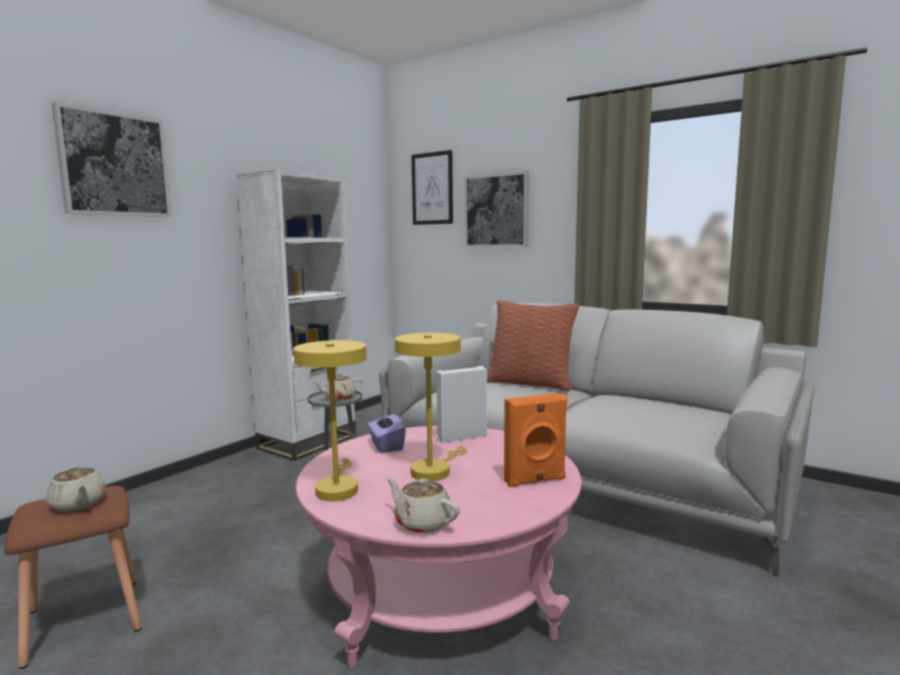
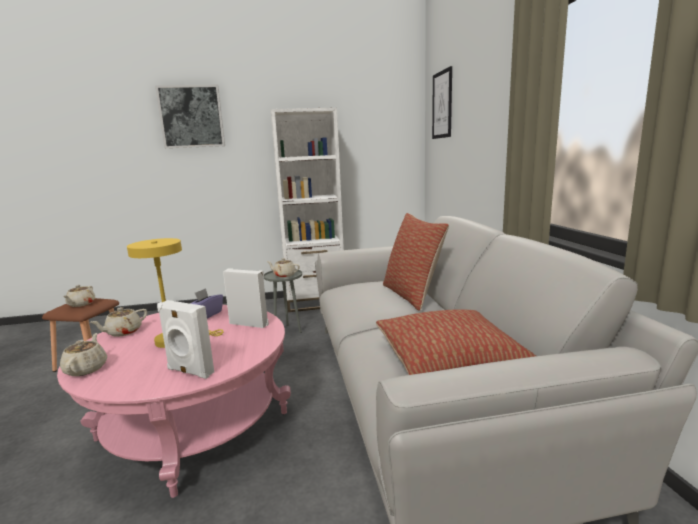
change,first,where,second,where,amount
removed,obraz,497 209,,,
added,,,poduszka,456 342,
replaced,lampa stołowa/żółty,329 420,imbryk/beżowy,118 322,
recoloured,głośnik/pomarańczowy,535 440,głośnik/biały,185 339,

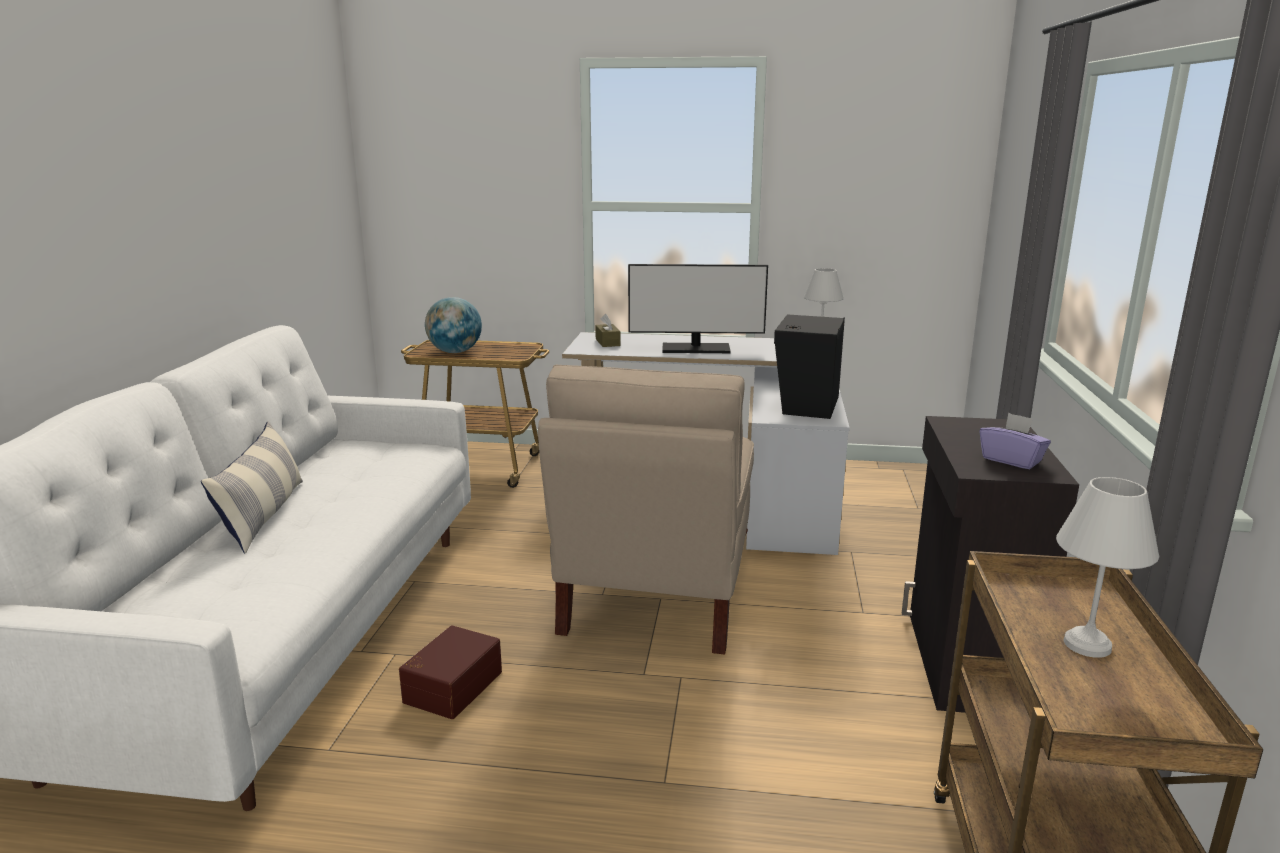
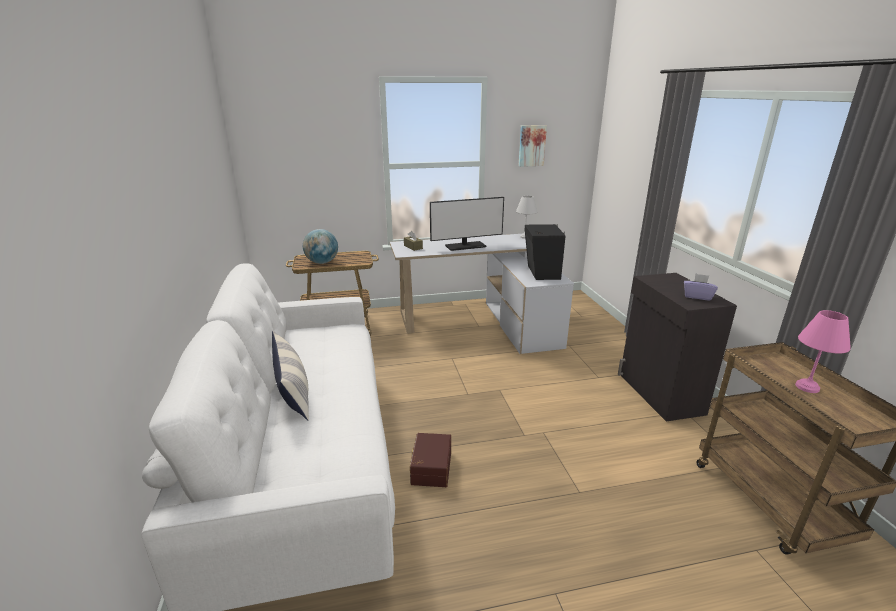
change,first,where,second,where,amount
removed,krzesło/beżowy,646 510,,,
added,,,obraz,533 146,
recoloured,lampa stołowa/biały,1107 567,lampa stołowa/różowy,823 351,

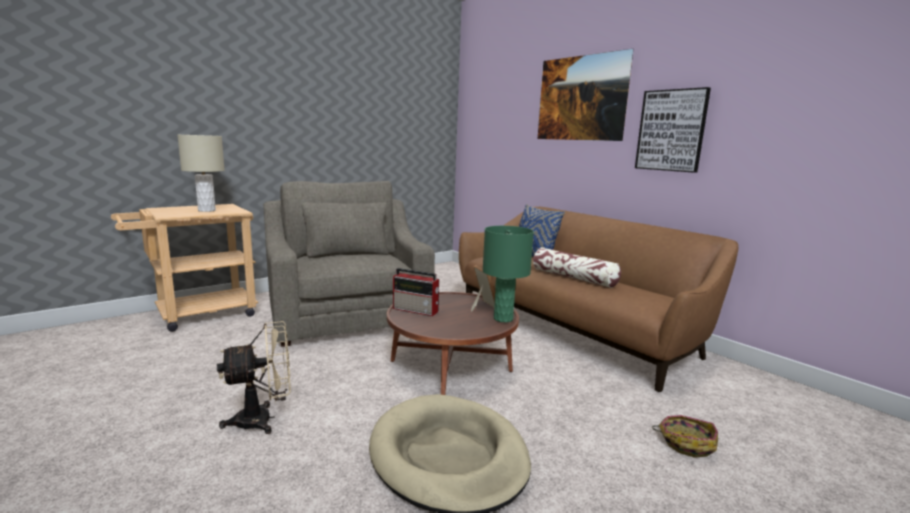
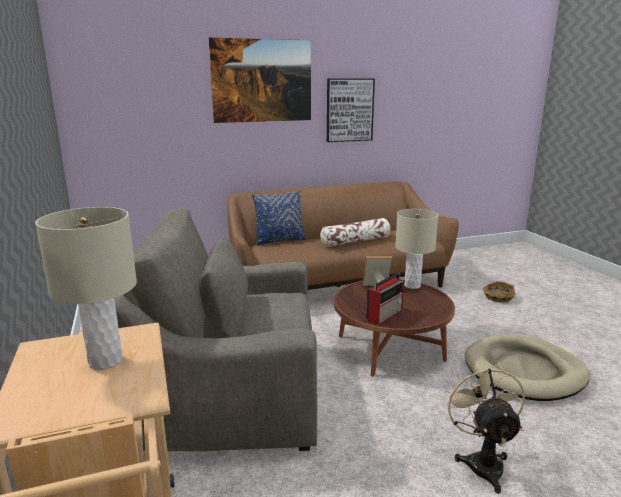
change,first,where,second,where,amount
recoloured,lampa stołowa/zielony,508 274,lampa stołowa/beżowy,416 249,

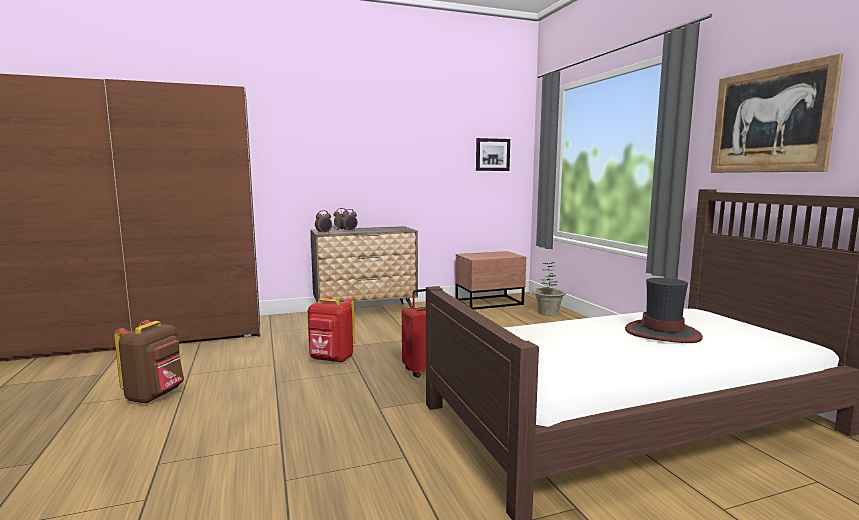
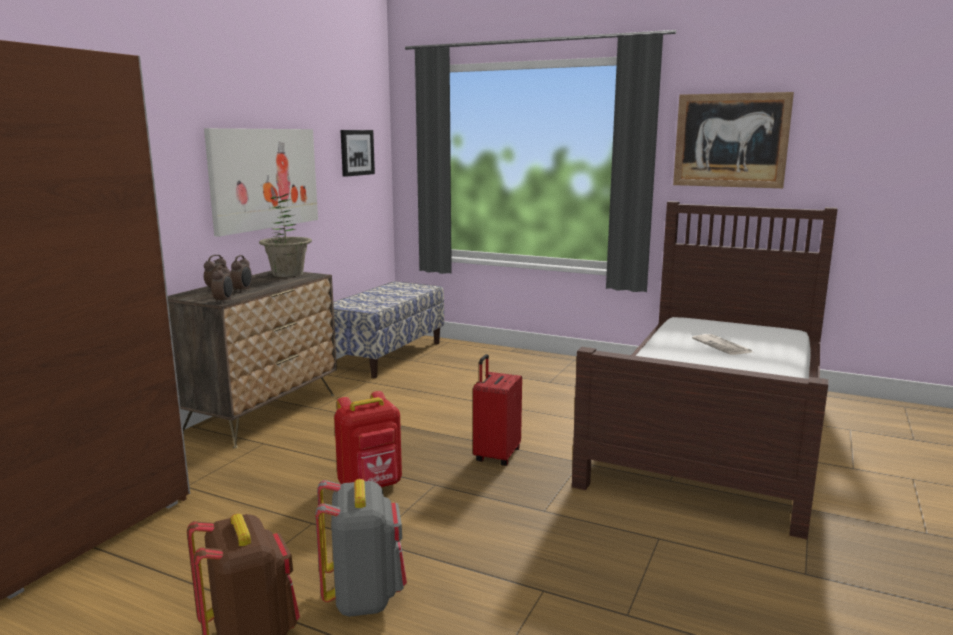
change,first,where,second,where,amount
added,,,obraz,261 182,
added,,,plecak/szary,361 548,
moved,roślina doniczkowa,549 289,,285 235,
replaced,szafka nocna/brązowy,490 280,ławka,388 329,
replaced,kapelusz,664 310,gazeta,722 344,

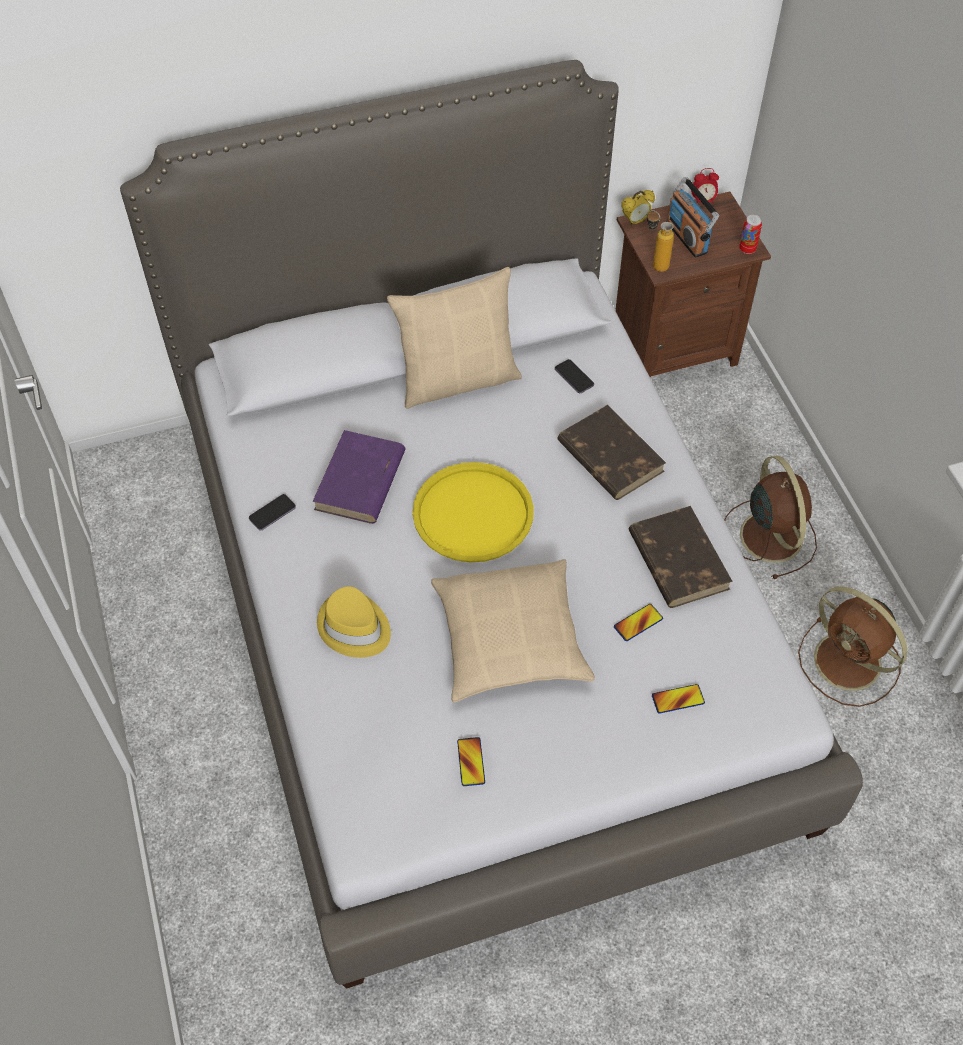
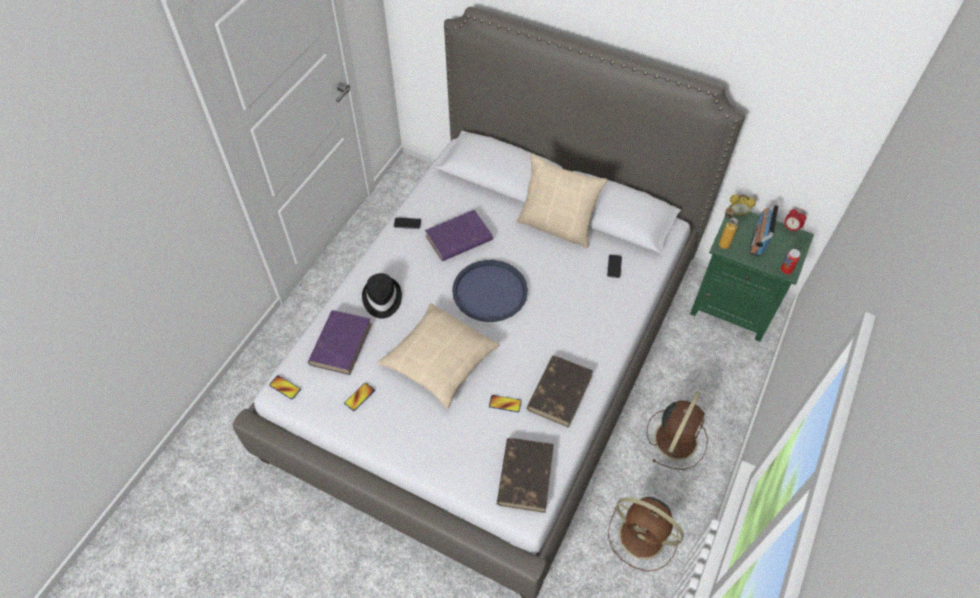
change,first,where,second,where,amount
added,,,książka/fioletowy,340 342,
moved,książka/brązowy,611 452,,525 475,
moved,telefon,678 699,,285 387,
recoloured,kapelusz/żółty,354 622,kapelusz/czarny,382 296,
recoloured,taca/żółty,473 512,taca/niebieski,490 291,
recoloured,szafka nocna/brązowy,693 285,szafka nocna/zielony,752 273,
turned,wentylator/brązowy,852 647,,646 534,60 degrees counterclockwise

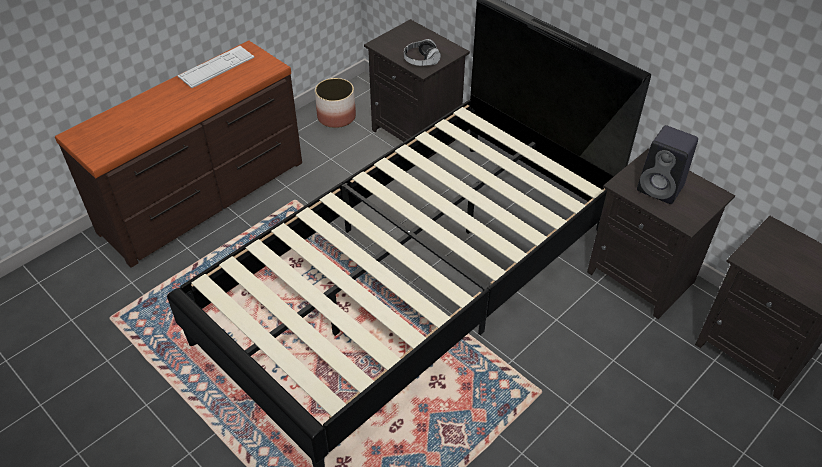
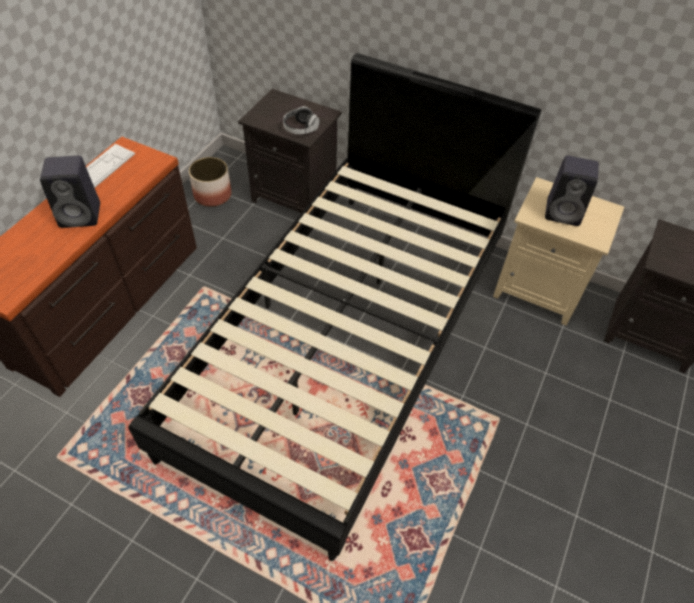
change,first,where,second,where,amount
added,,,głośnik/czarny,70 192,
recoloured,szafka nocna/czarny,661 233,szafka nocna/beżowy,558 251,

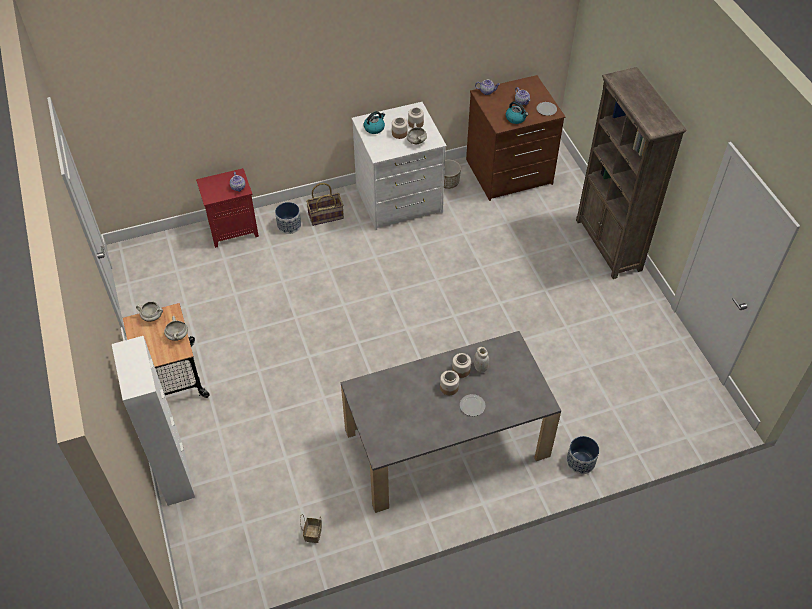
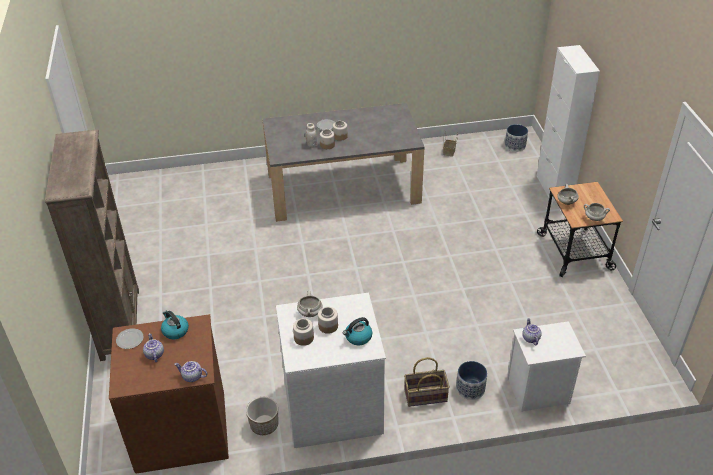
change,first,where,second,where,amount
moved,donica,582 455,,516 138,
recoloured,szafka nocna/czerwony,227 208,szafka nocna/biały,546 366,

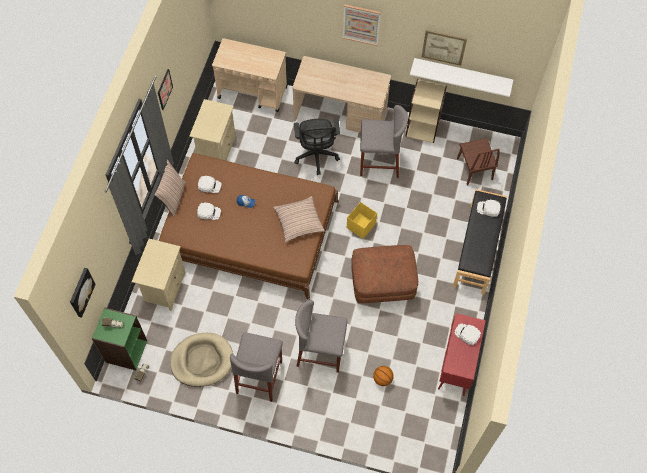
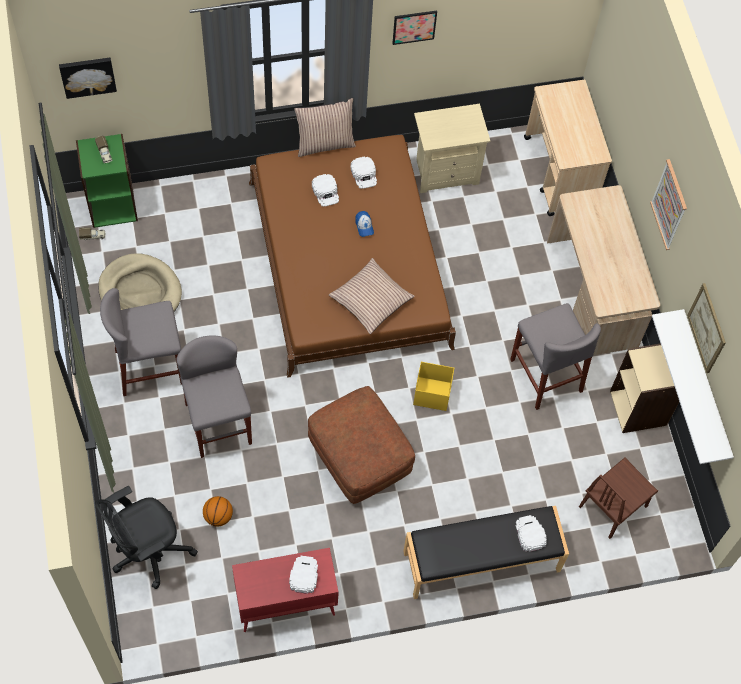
change,first,where,second,where,amount
removed,szafka nocna/beżowy,159 275,,,
moved,krzesło biurowe/czarny,317 147,,146 537,

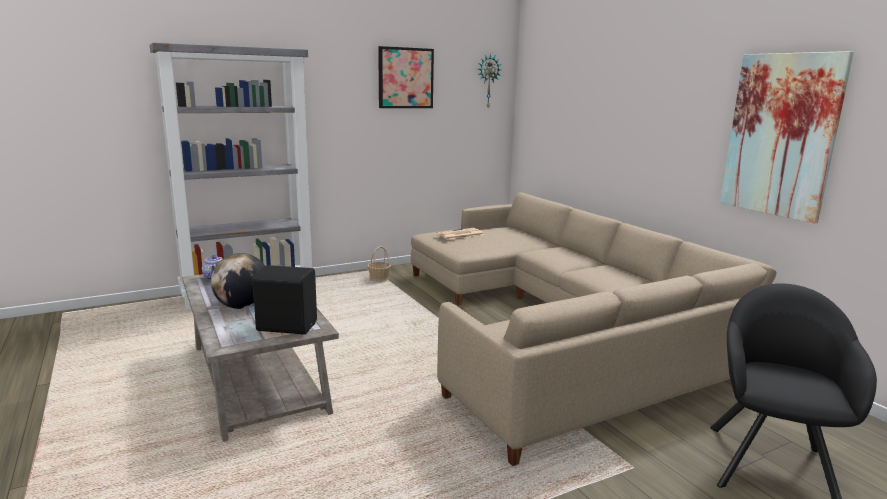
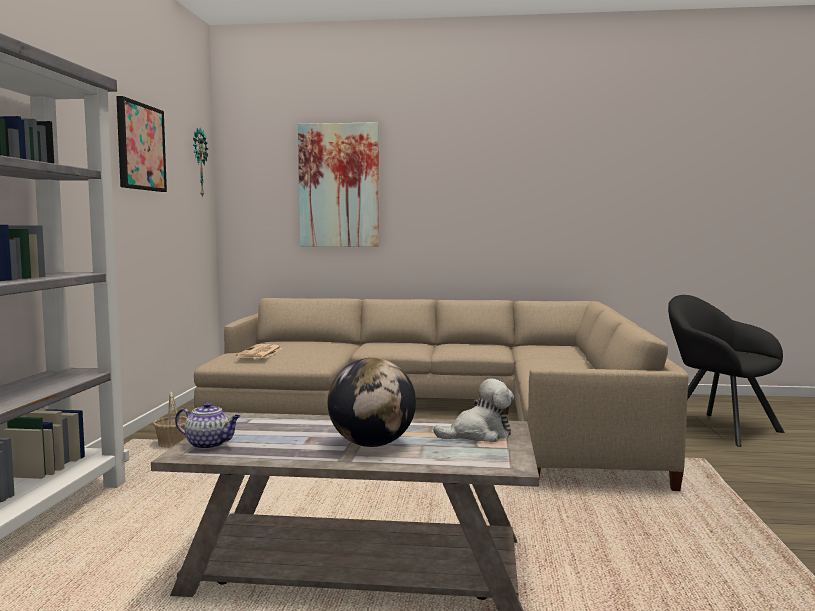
change,first,where,second,where,amount
moved,obraz,787 137,,338 184,
replaced,głośnik/czarny,284 300,pluszak,473 410,

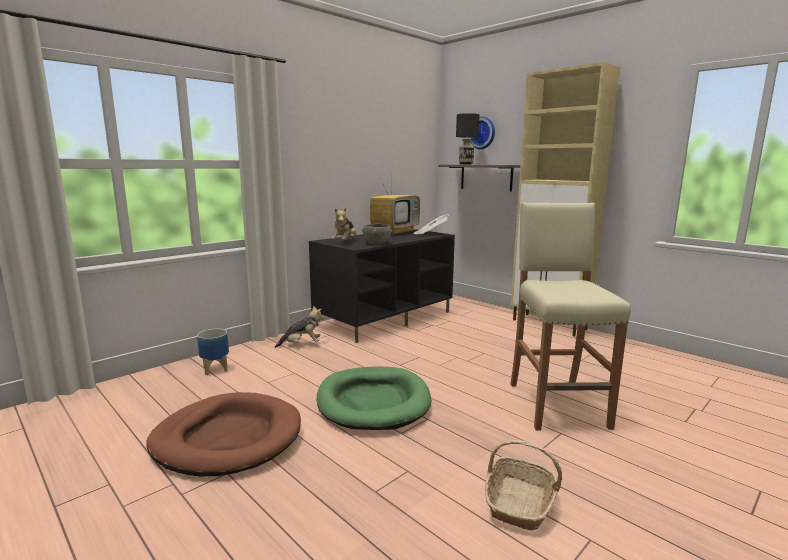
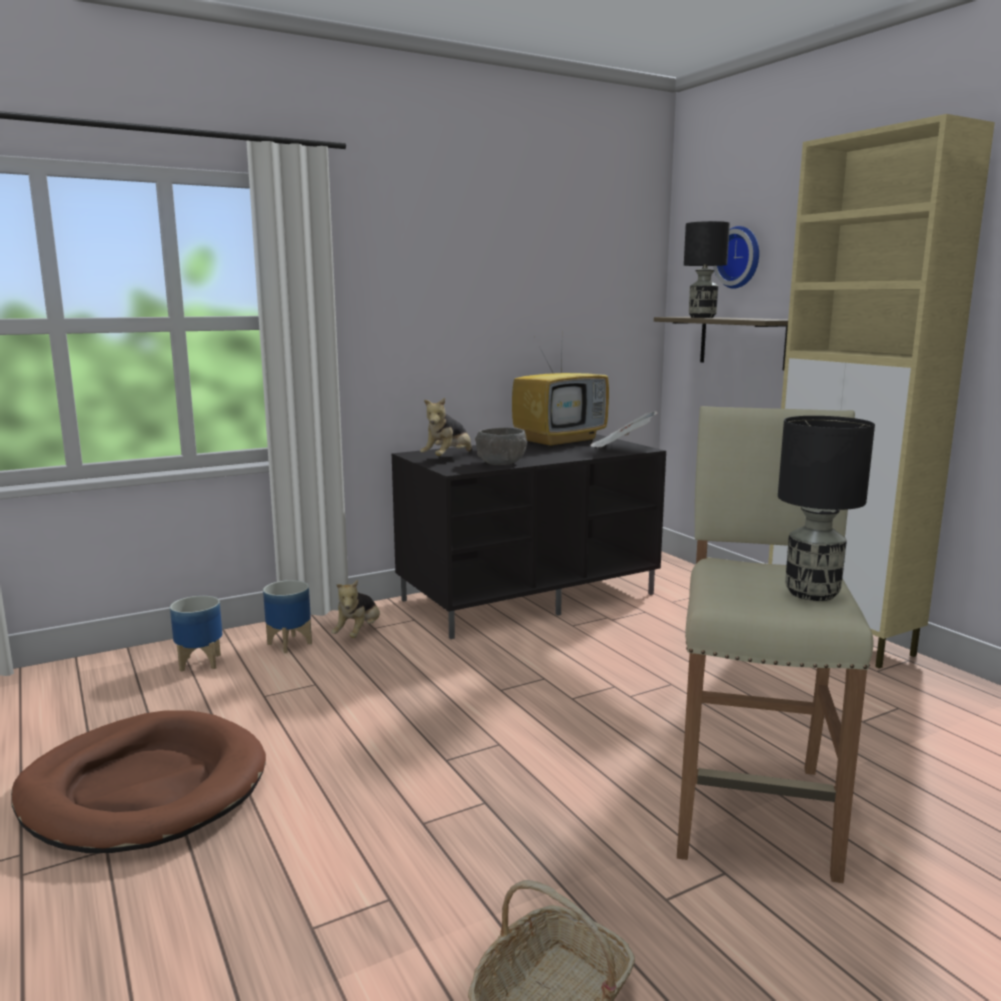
change,first,where,second,where,amount
removed,legowisko/zielony,374 398,,,
added,,,donica,287 616,
added,,,lampa stołowa/czarny,826 508,
turned,pluszak,299 326,,355 609,105 degrees clockwise

